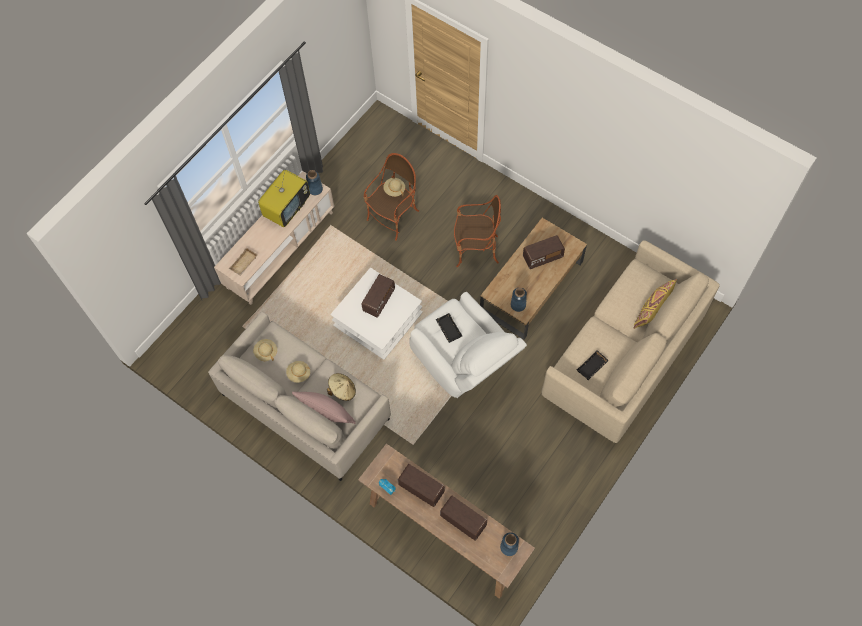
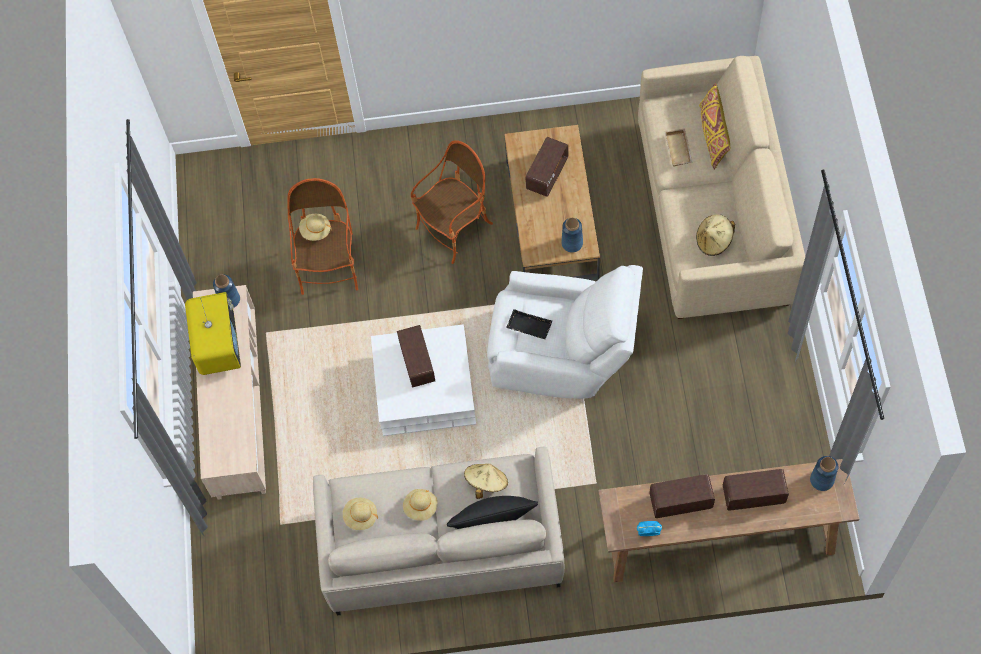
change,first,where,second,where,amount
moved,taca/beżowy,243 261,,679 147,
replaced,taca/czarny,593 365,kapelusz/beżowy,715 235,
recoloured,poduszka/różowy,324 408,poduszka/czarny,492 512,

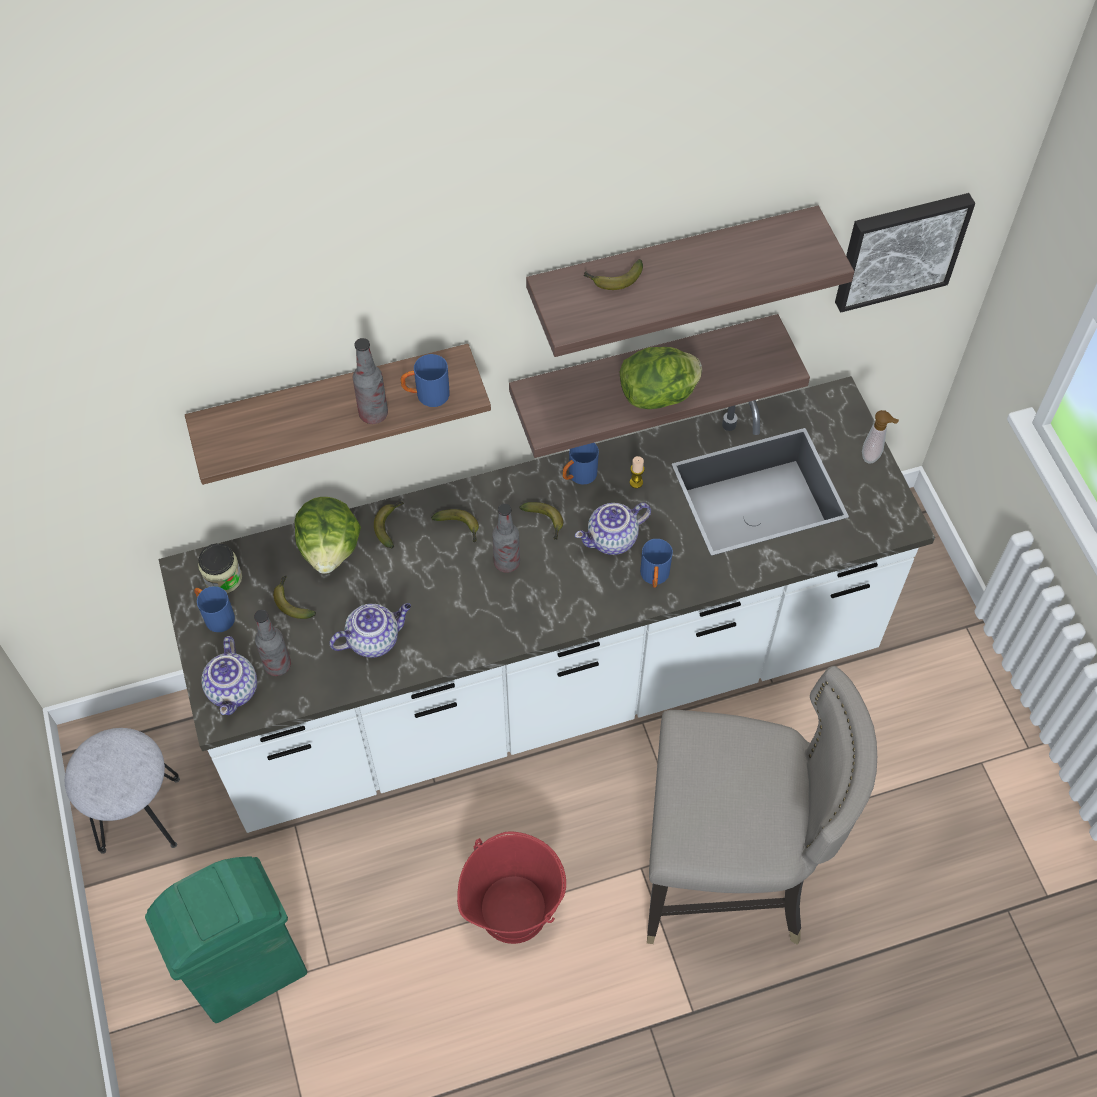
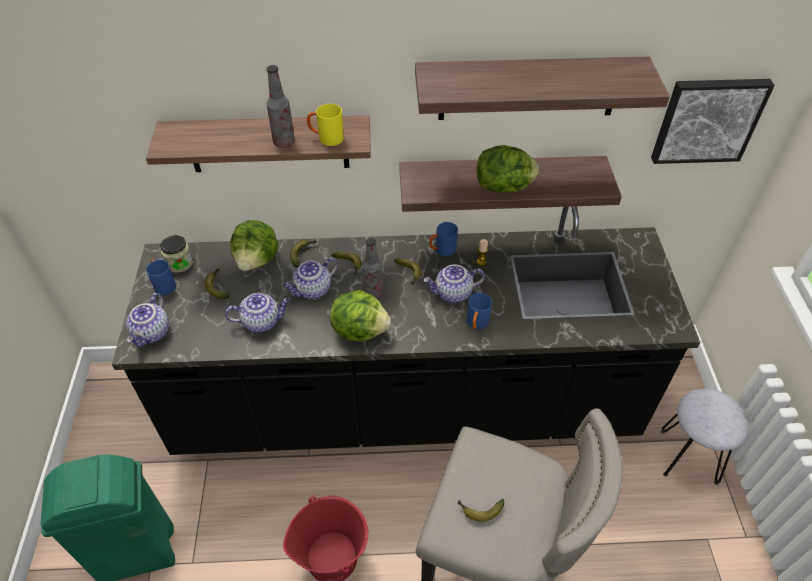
change,first,where,second,where,amount
removed,butelka,272 643,,,
removed,dozownik mydła,880 436,,,
added,,,imbryk,310 278,
added,,,sałata,360 316,
moved,stołek/szary,122 791,,705 437,
moved,banan,613 274,,480 510,
recoloured,zabudowa kuchenna/biały,547 604,zabudowa kuchenna/czarny,406 330,
recoloured,kubek/niebieski,425 380,kubek/żółty,325 125,

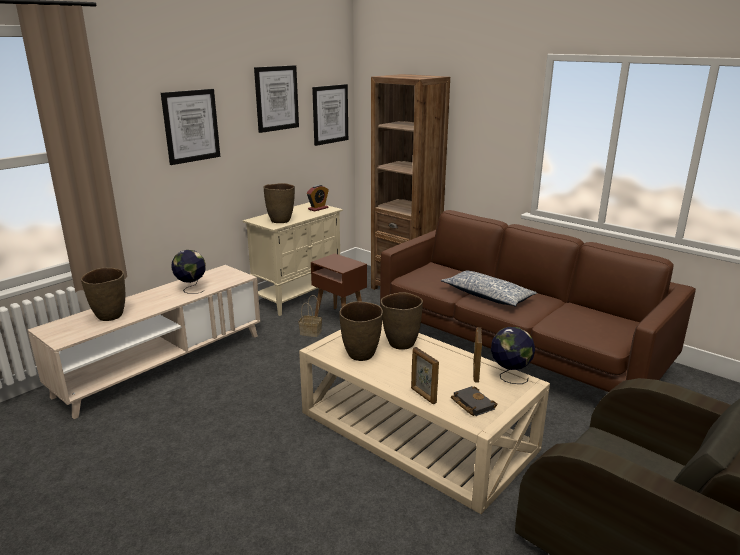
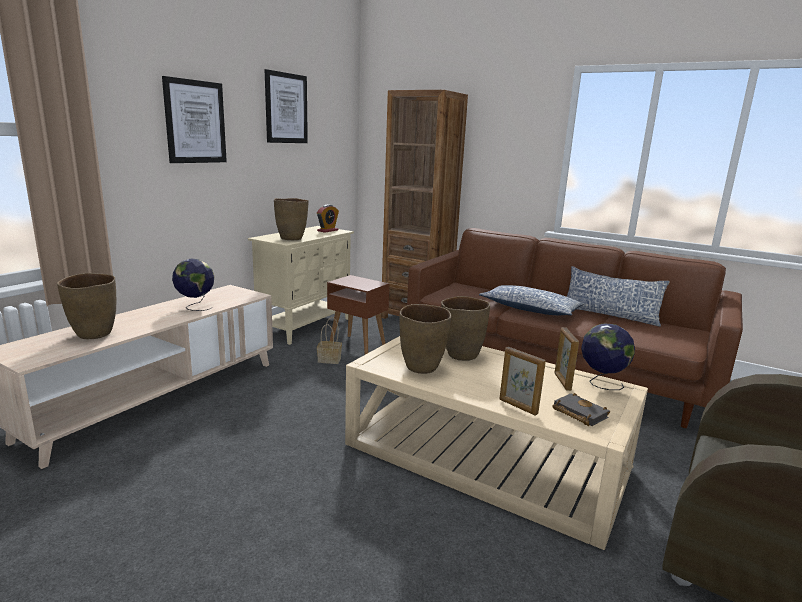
change,first,where,second,where,amount
removed,obraz,330 115,,,
added,,,poduszka,618 296,

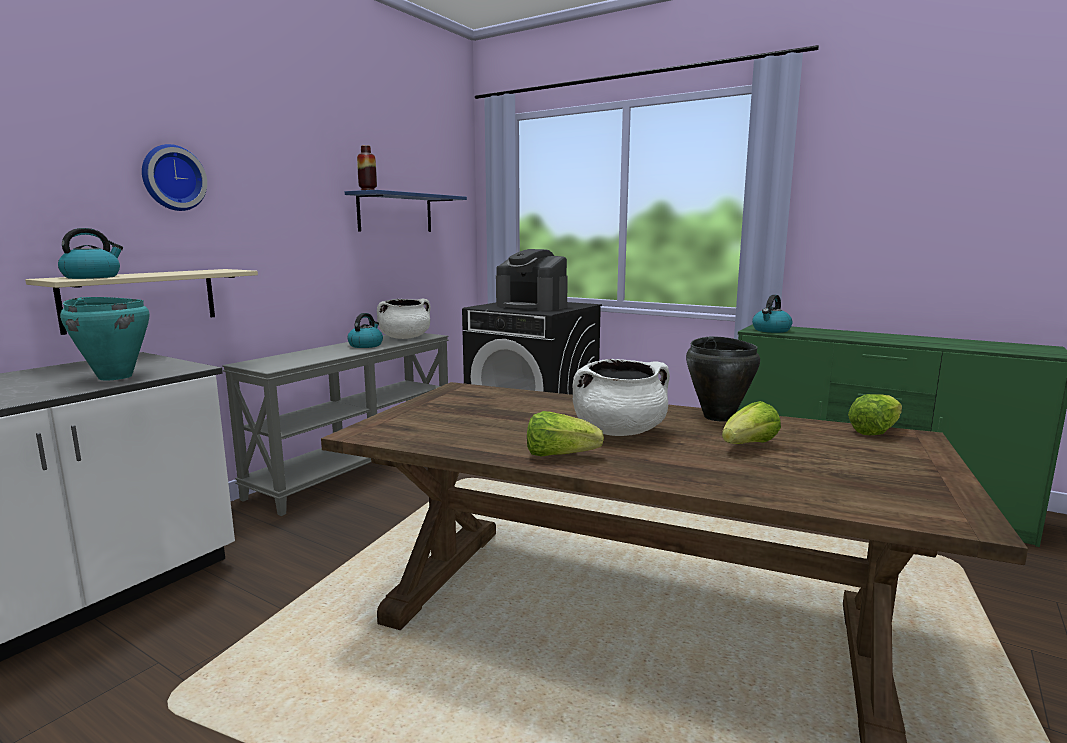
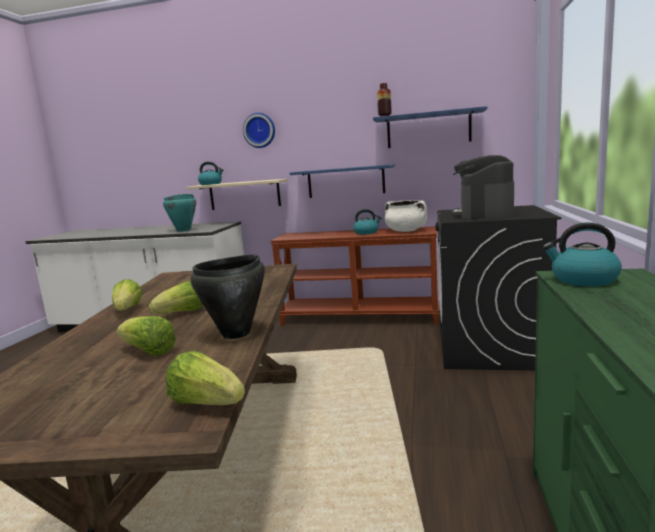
change,first,where,second,where,amount
added,,,półka/niebieski,342 181,
replaced,garnek/biały,621 397,sałata,175 297,
recoloured,stolik konsolowy/szary,335 424,stolik konsolowy/brązowy,355 275,

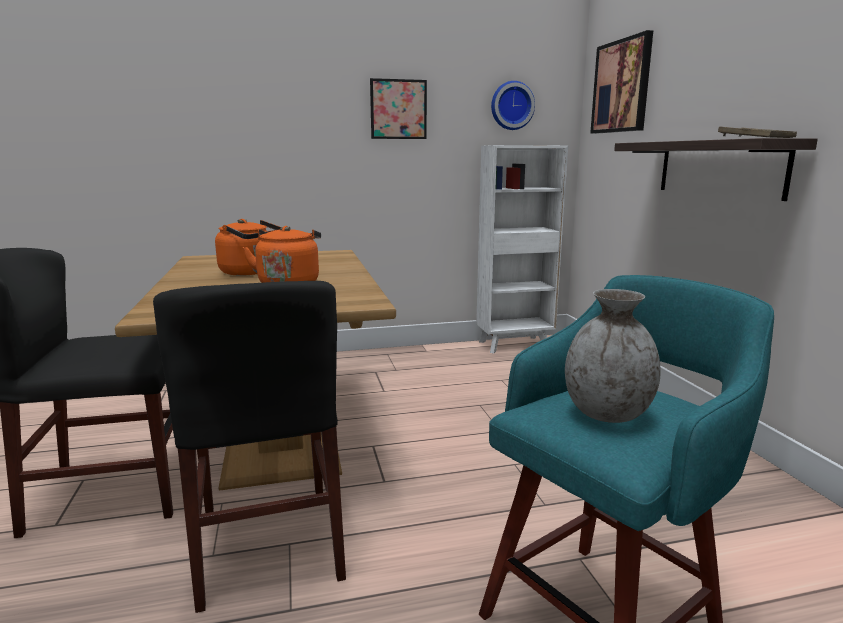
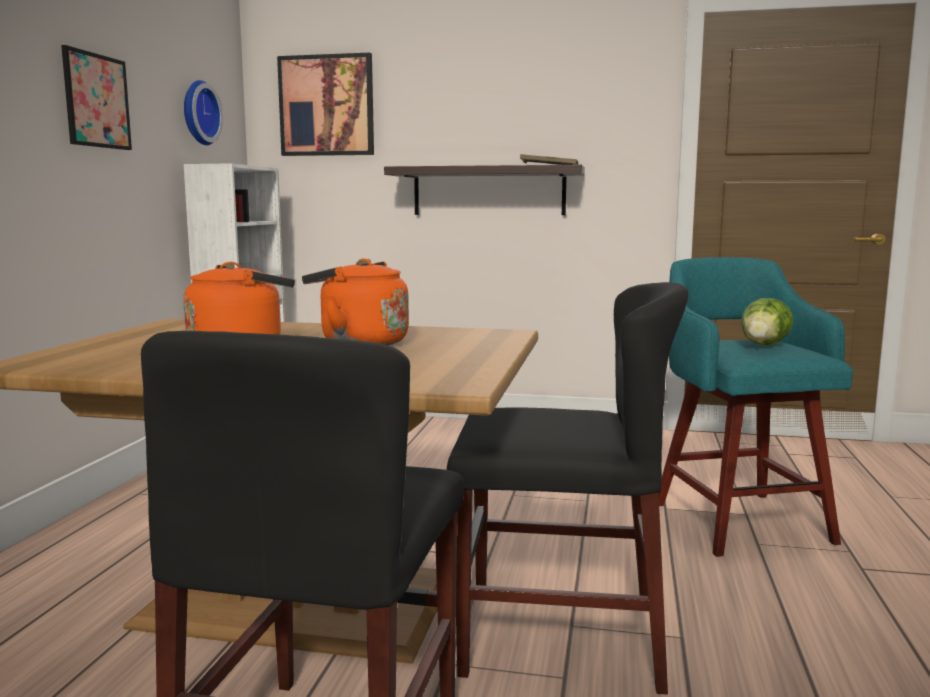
change,first,where,second,where,amount
replaced,wazon/szary,613 356,sałata,767 321,

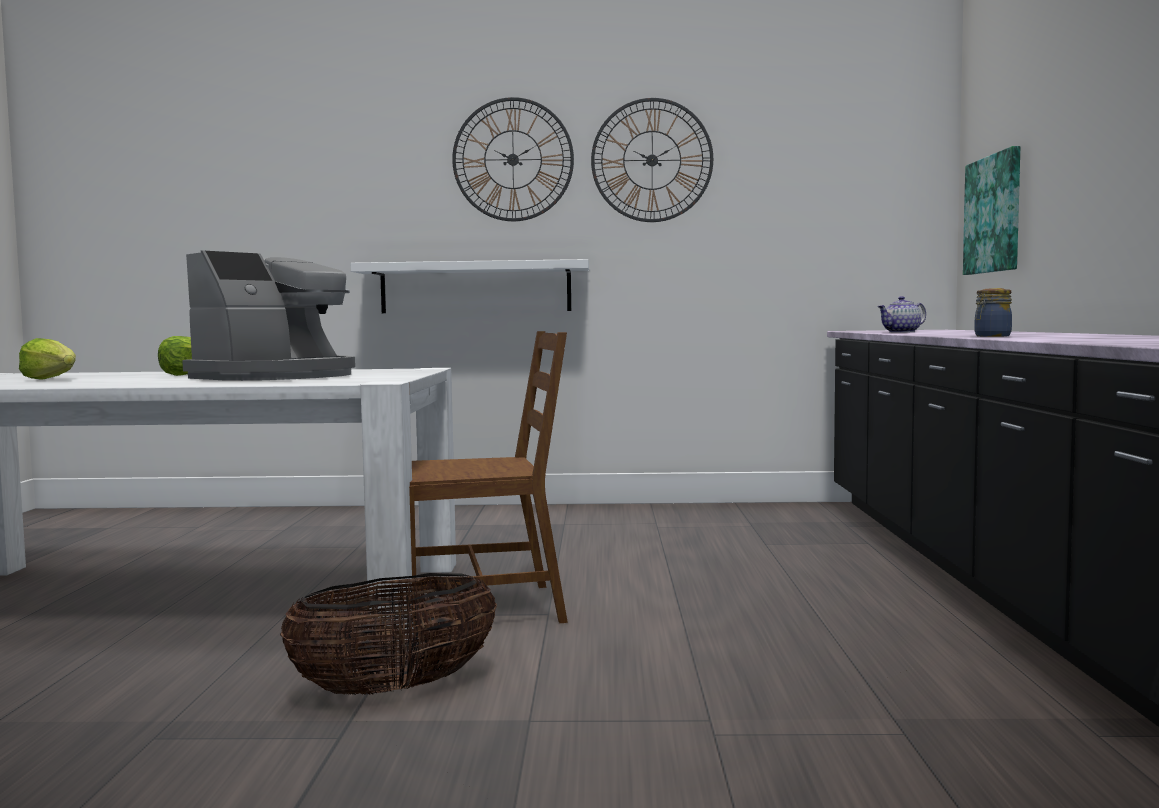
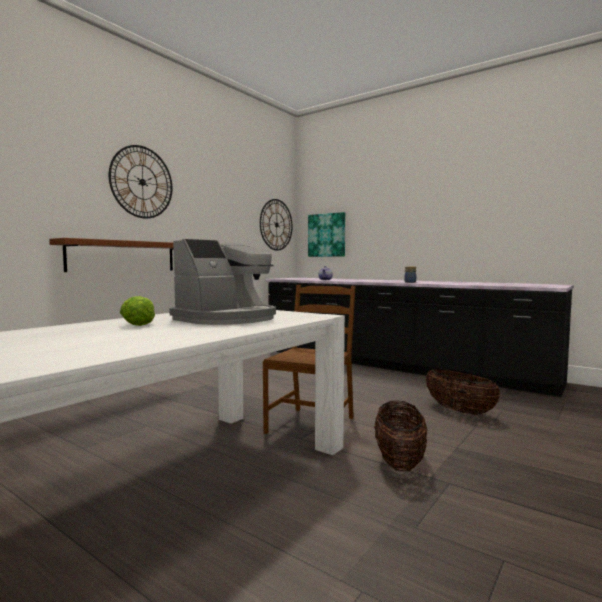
change,first,where,second,where,amount
removed,sałata,47 358,,,
added,,,koszyk,462 392,
moved,zegar ścienny,652 160,,276 225,
recoloured,półka/biały,470 286,półka/brązowy,111 255,
turned,ekspres do kawy,268 315,,222 282,60 degrees clockwise

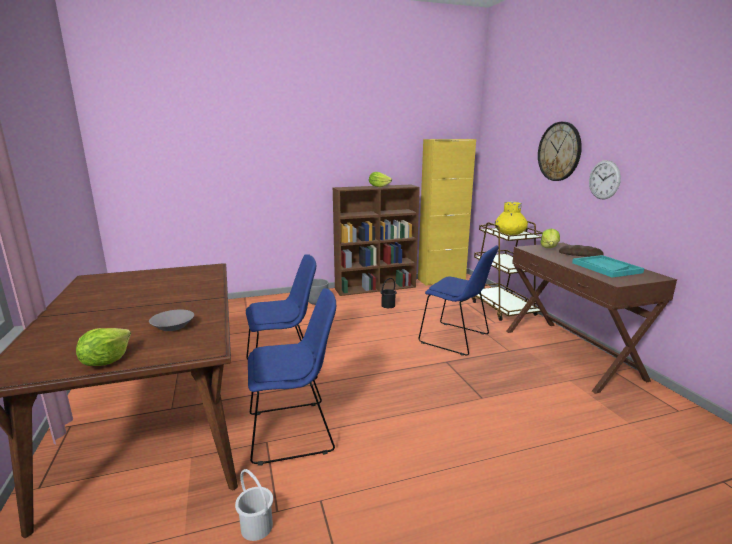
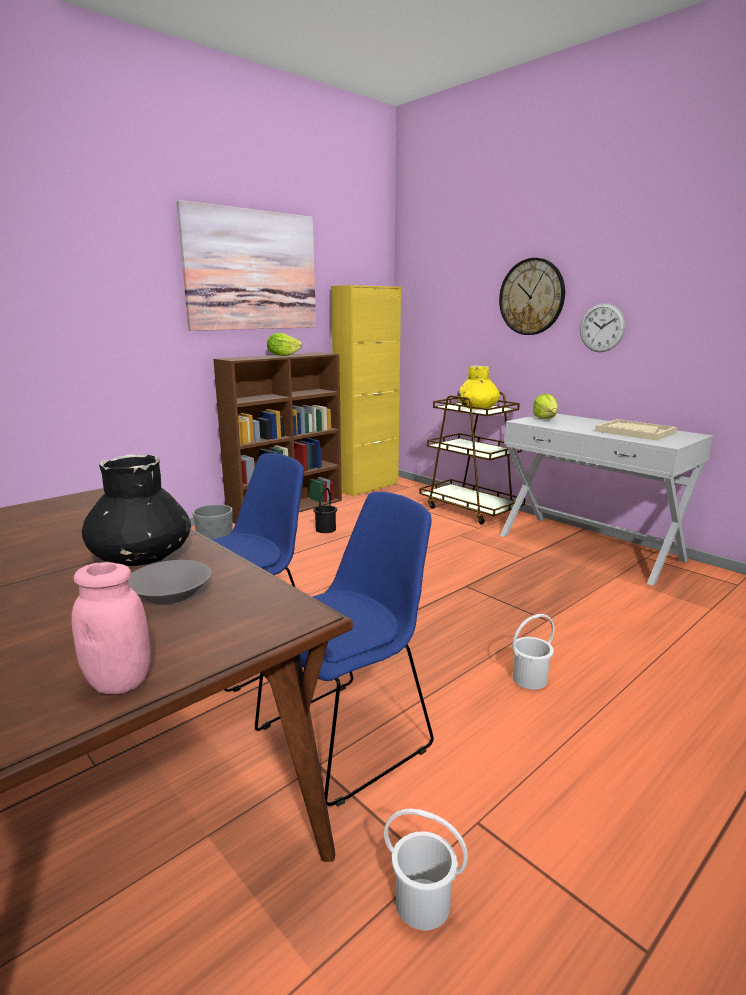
change,first,where,second,where,amount
removed,krzesło/niebieski,459 300,,,
removed,chleb,581 251,,,
added,,,wazon/czarny,136 510,
added,,,obraz,246 265,
added,,,wiadro/biały,533 652,
replaced,sałata,103 347,słoik/różowy,111 628,
recoloured,stolik konsolowy/brązowy,591 318,stolik konsolowy/biały,606 499,
recoloured,taca/turkusowy,608 266,taca/beżowy,636 429,

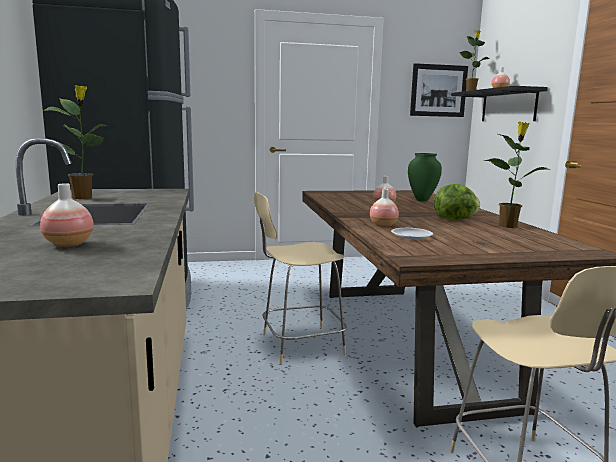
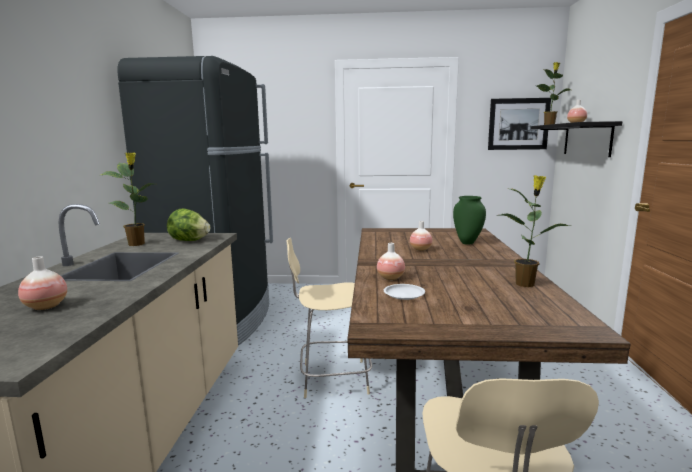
change,first,where,second,where,amount
moved,sałata,457 202,,188 225,

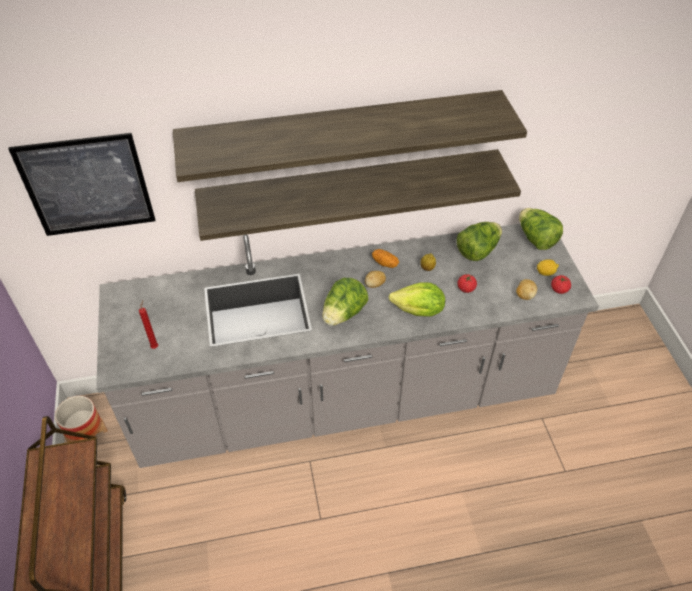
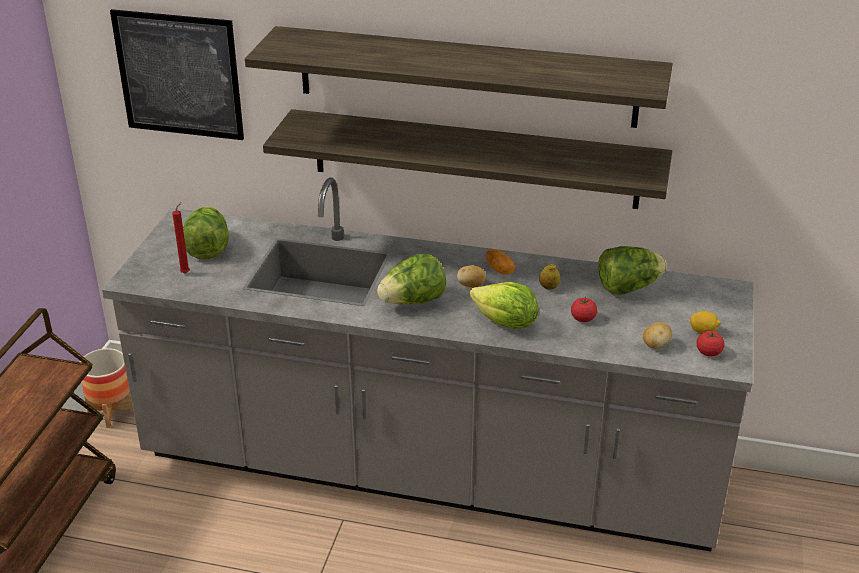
change,first,where,second,where,amount
moved,sałata,541 229,,206 233,

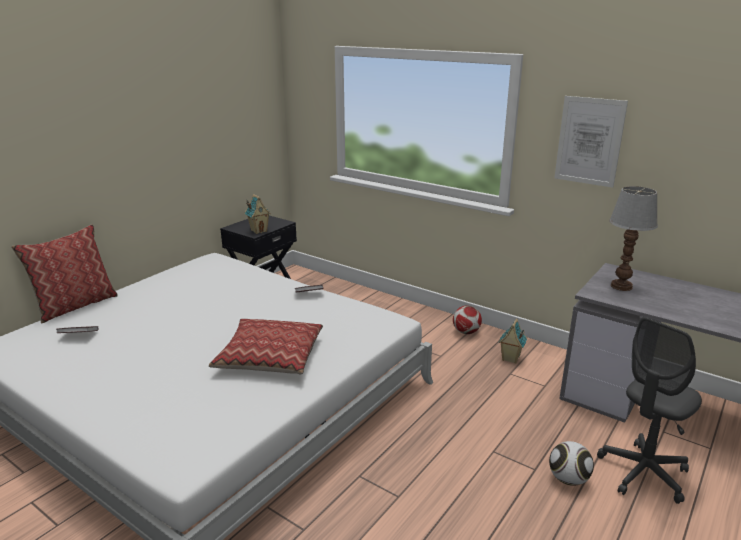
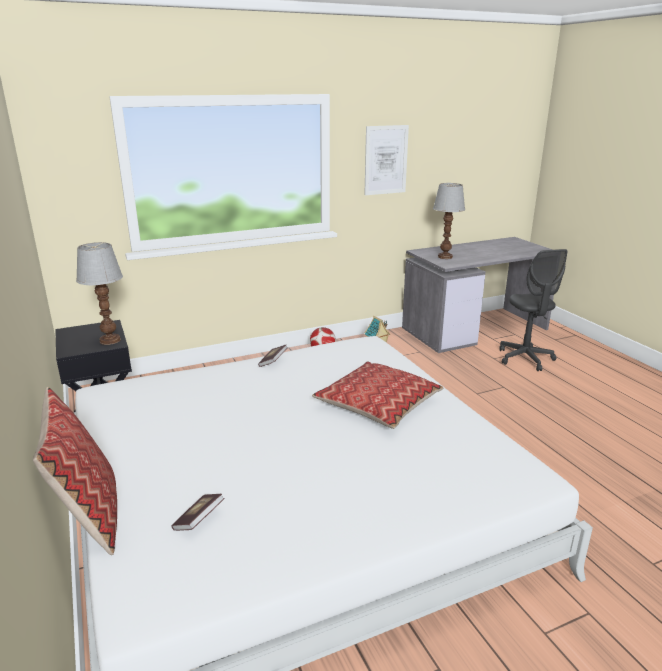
change,first,where,second,where,amount
removed,piłka futbolowa,571 463,,,
replaced,domek,258 214,lampa stołowa,99 293,

